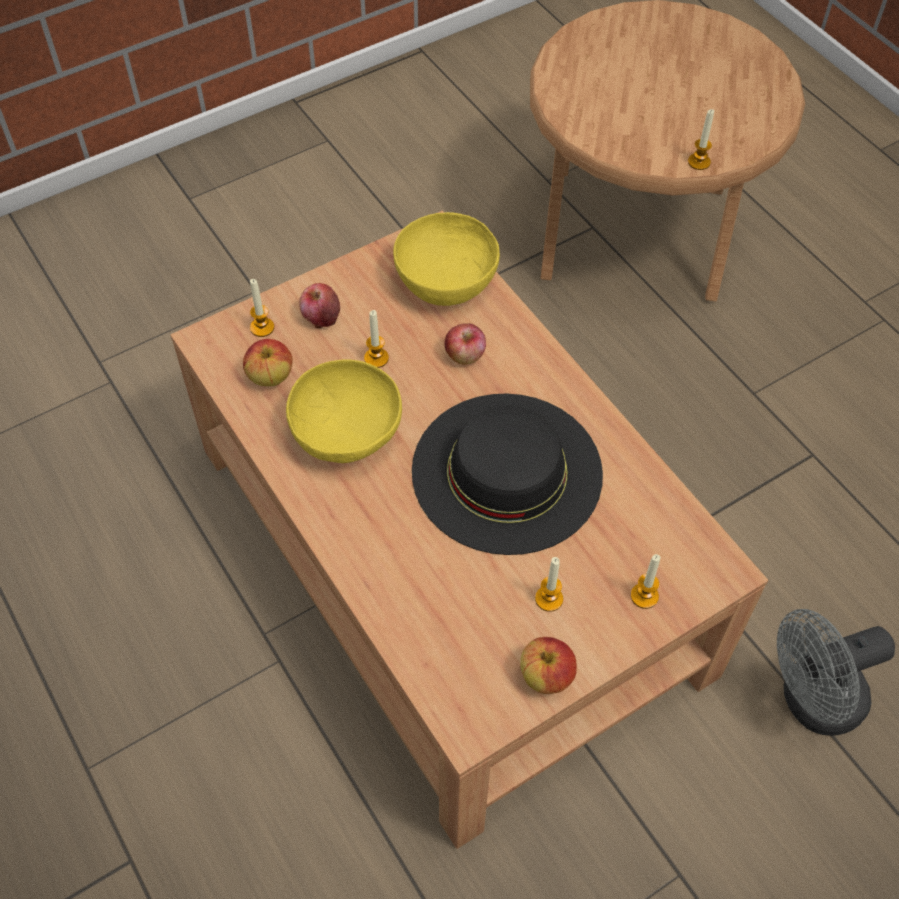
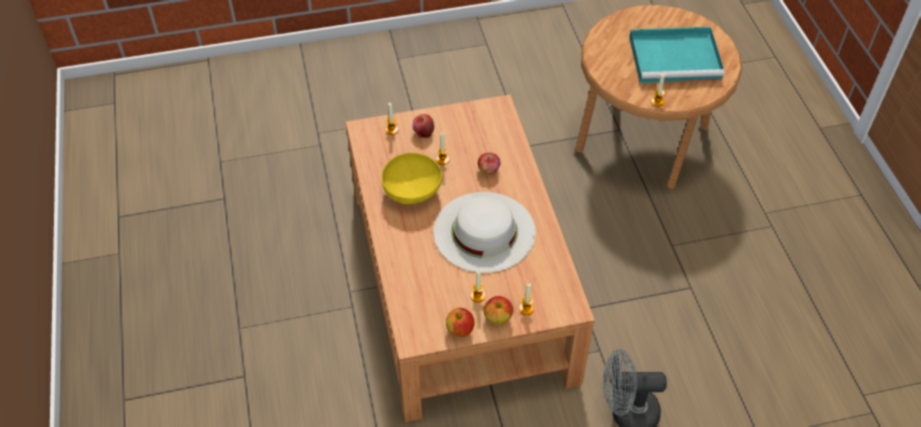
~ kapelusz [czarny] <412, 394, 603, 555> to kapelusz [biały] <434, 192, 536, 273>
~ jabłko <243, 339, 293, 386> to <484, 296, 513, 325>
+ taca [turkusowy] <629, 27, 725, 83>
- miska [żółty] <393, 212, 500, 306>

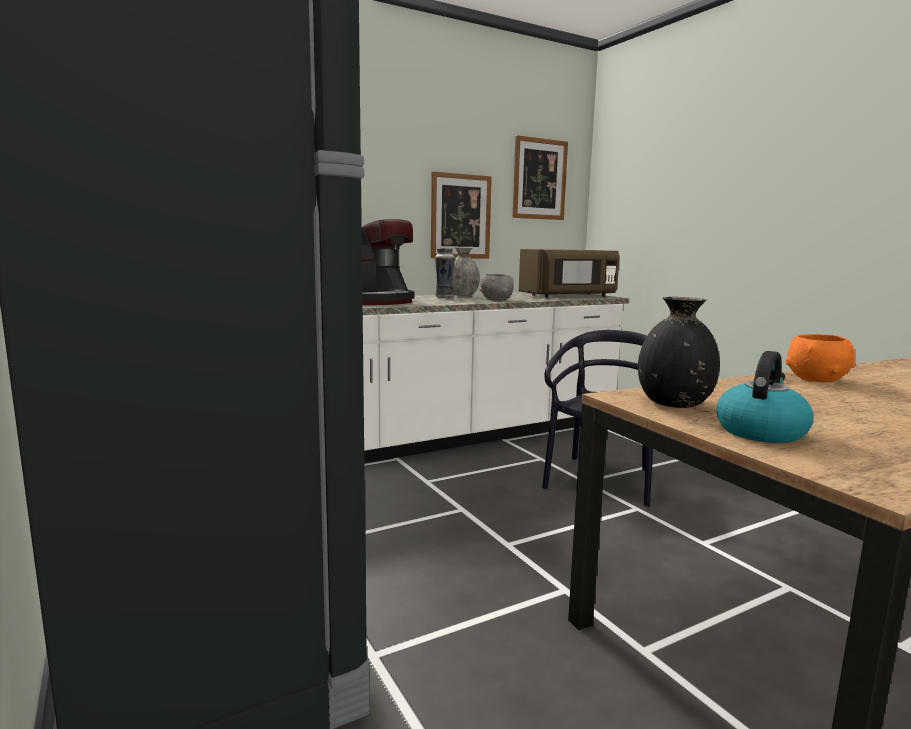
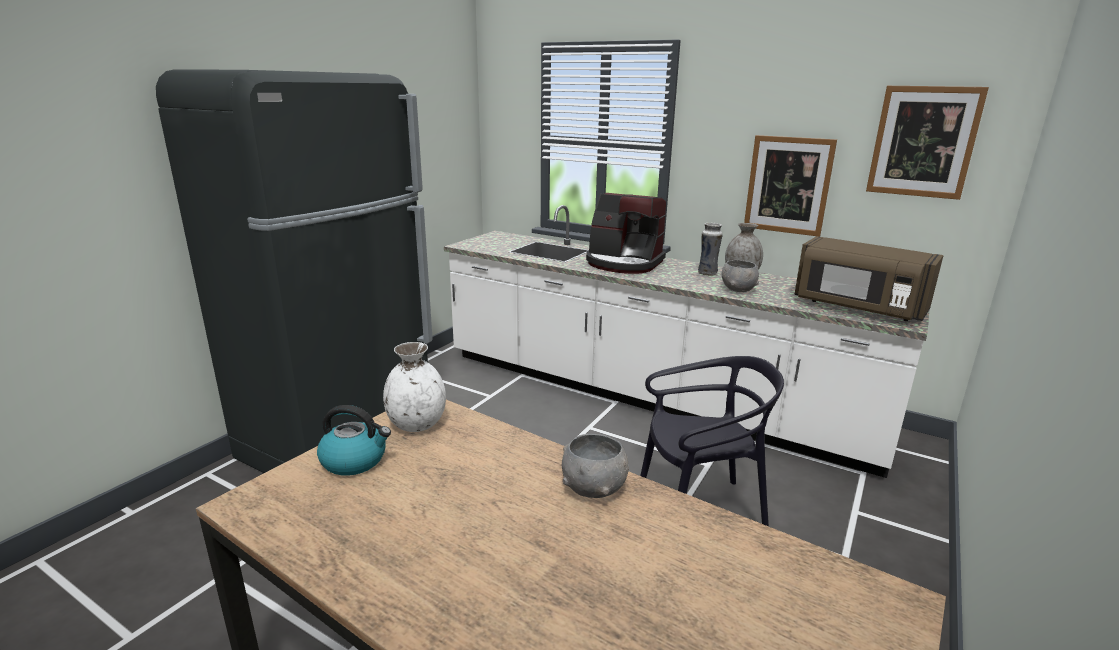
~ wazon [czarny] <638, 297, 720, 408> to wazon [biały] <383, 342, 446, 432>
~ miska [pomarańczowy] <785, 334, 855, 382> to miska [szary] <562, 434, 629, 498>

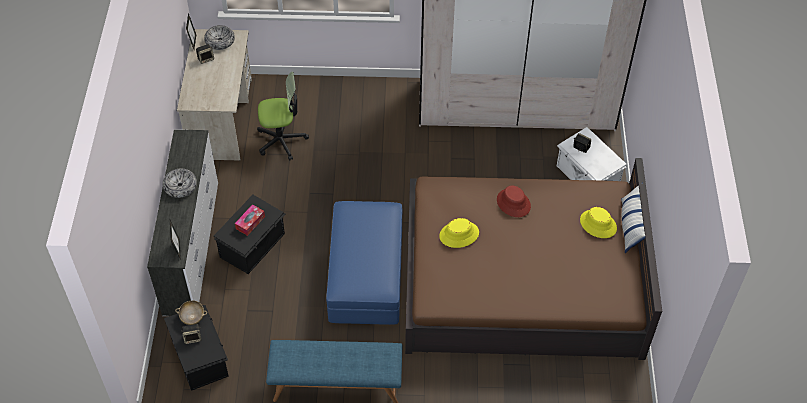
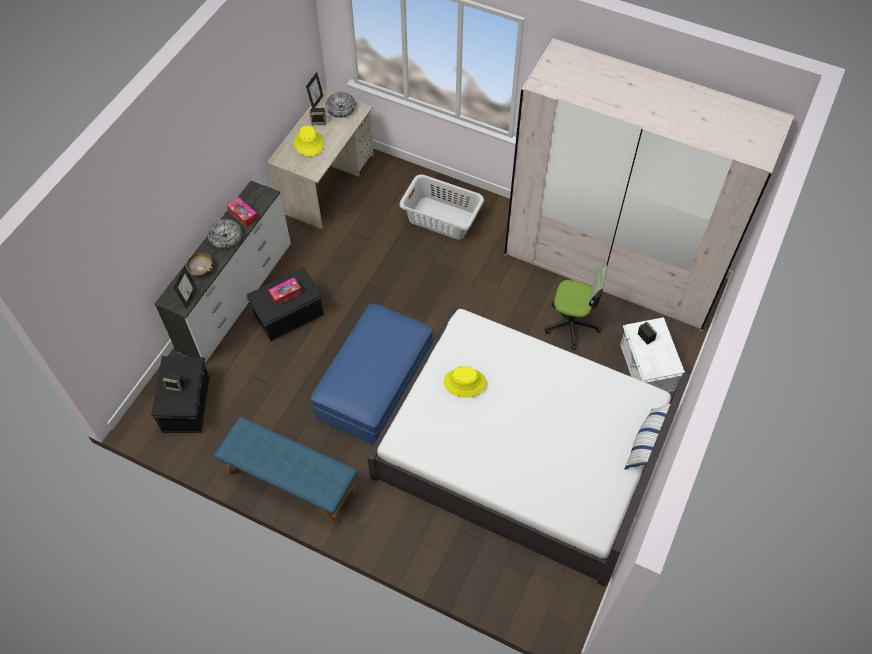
~ miska [beżowy] <175, 301, 207, 325> to <186, 253, 213, 276>
+ pudełko chusteczek <227, 197, 258, 228>
~ kapelusz [żółty] <580, 207, 617, 238> to <294, 126, 324, 156>
~ łóżko [brązowy] <405, 158, 662, 360> to łóżko [biały] <367, 306, 690, 586>
+ kosz na pranie [szary] <399, 175, 484, 240>
~ krzesło biurowe <257, 72, 309, 161> to <545, 265, 608, 350>
- kapelusz [czerwony] <497, 186, 531, 217>

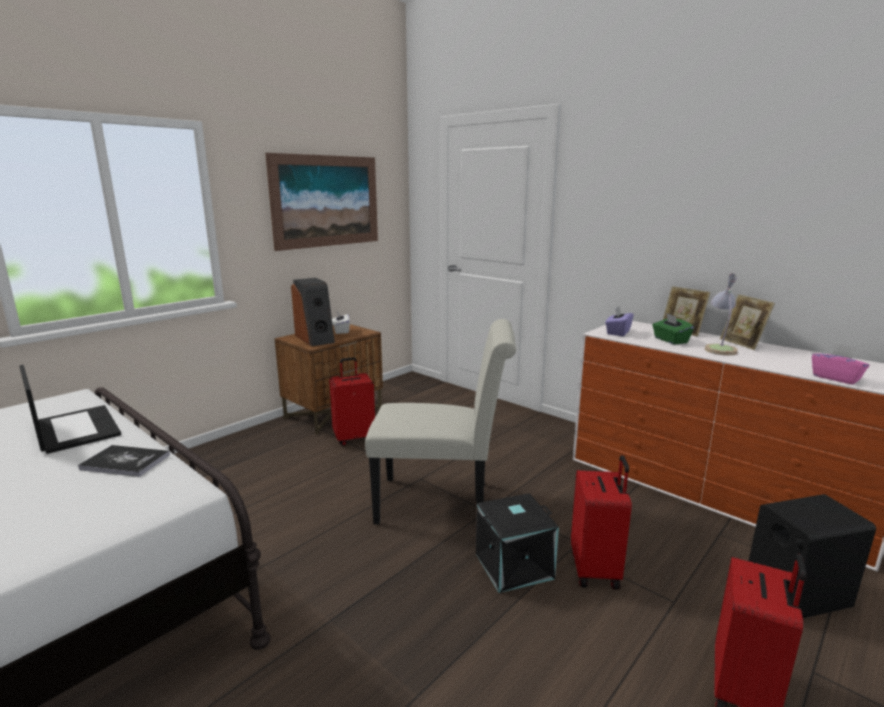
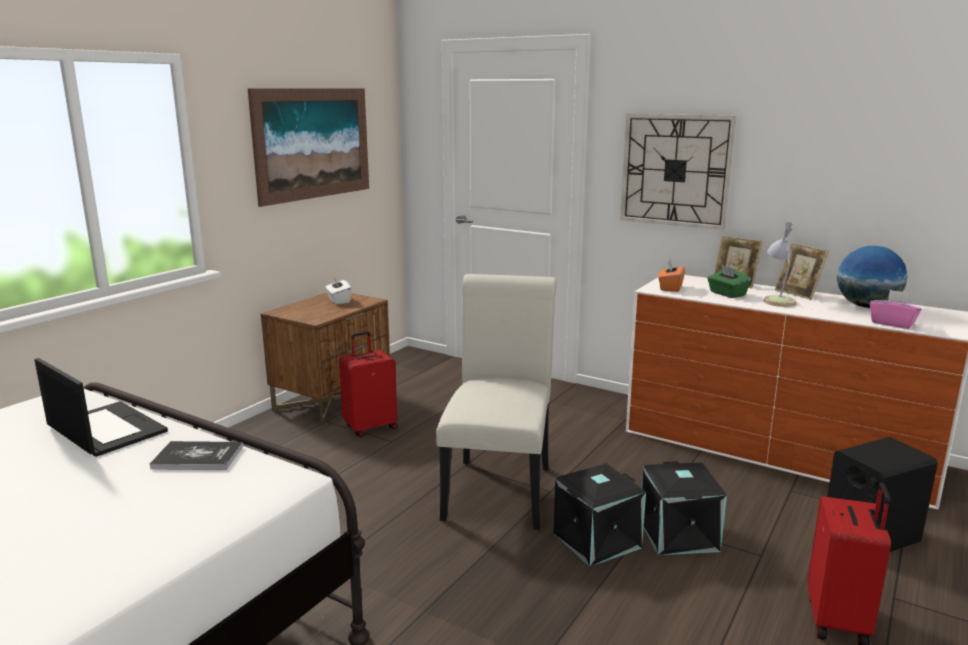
~ krzesło [biały] <365, 319, 516, 525> = <436, 274, 556, 530> 75 degrees counterclockwise
+ zegar ścienny <620, 114, 736, 230>
~ walizka [czerwony] <571, 455, 632, 590> to pojemnik do przechowywania [czarny] <642, 461, 727, 555>
~ pudełko chusteczek [fioletowy] <605, 306, 634, 336> to pudełko chusteczek [pomarańczowy] <658, 259, 685, 292>
+ globus <837, 246, 908, 308>
- głośnik <291, 278, 335, 346>

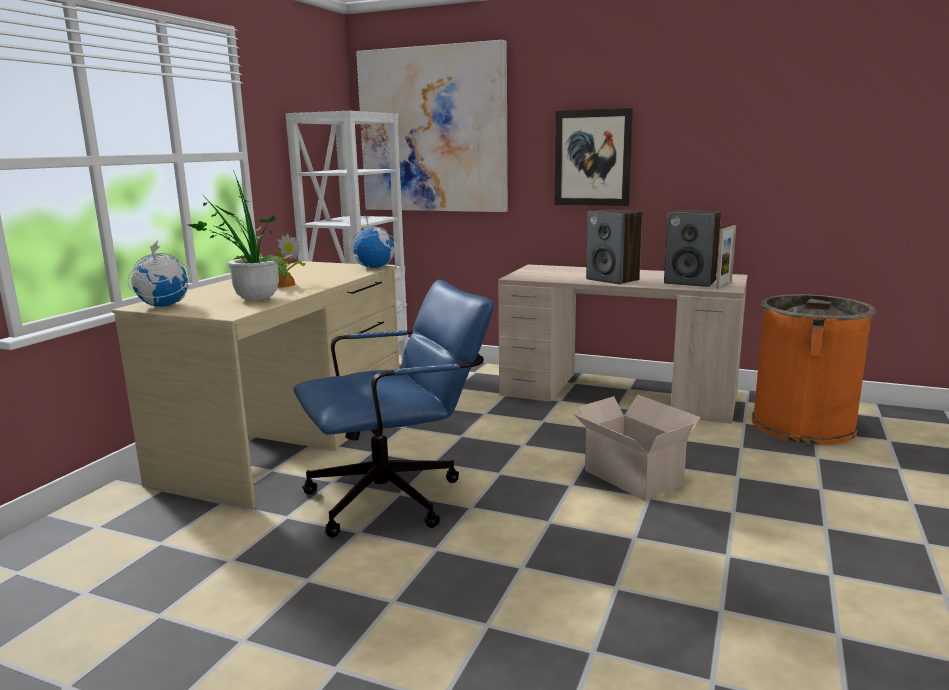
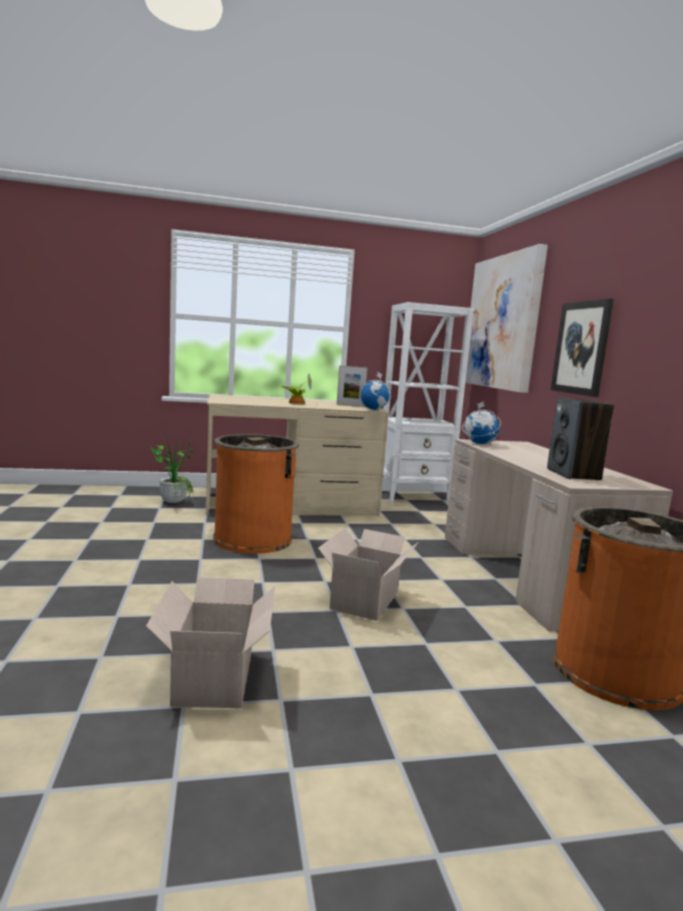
+ karton <146, 577, 276, 708>
~ roślina doniczkowa <188, 170, 290, 300> to <150, 431, 194, 503>
~ krzesło biurowe [niebieski] <293, 280, 494, 538> to kosz na śmieci [pomarańczowy] <213, 434, 299, 554>
~ ramka na zdjęcie <716, 225, 736, 289> to <337, 365, 368, 407>
~ globus <127, 240, 191, 307> to <462, 401, 501, 444>
- głośnik <586, 209, 642, 285>

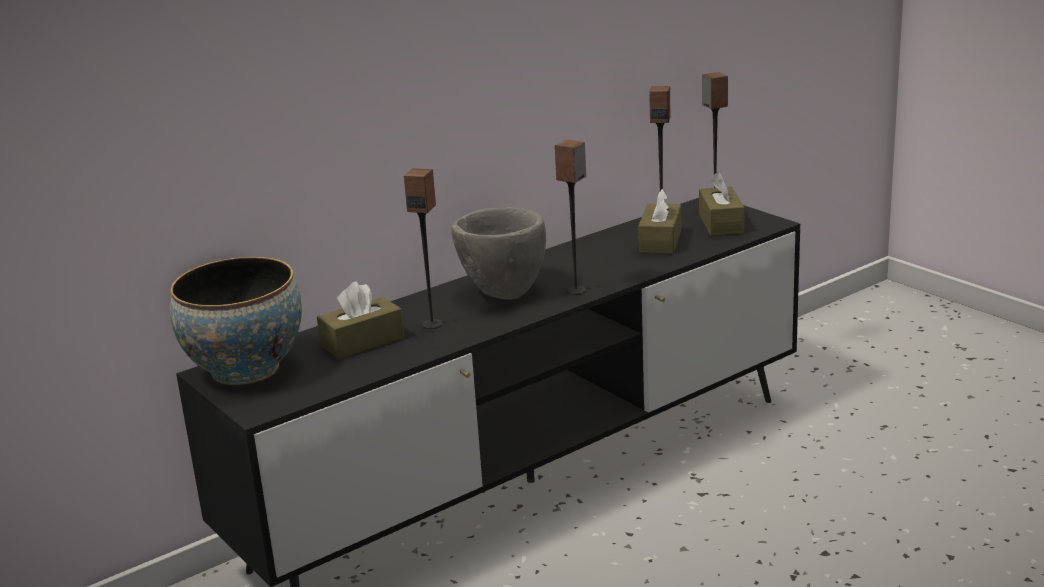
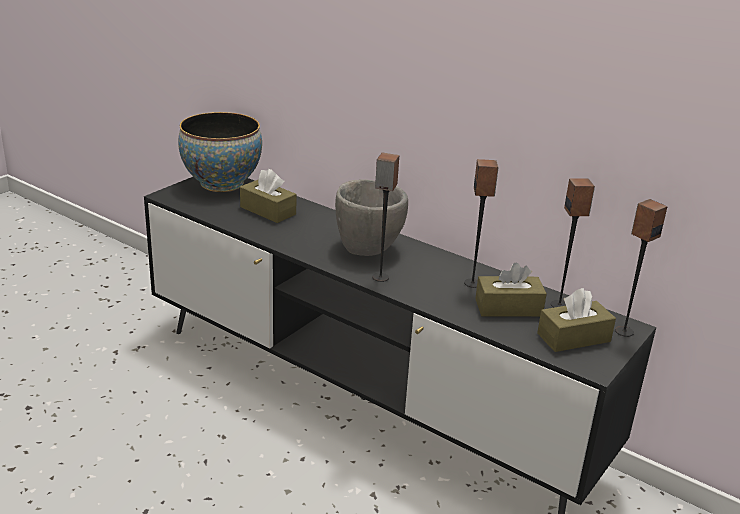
~ głośnik <404, 168, 443, 329> to <464, 159, 499, 288>

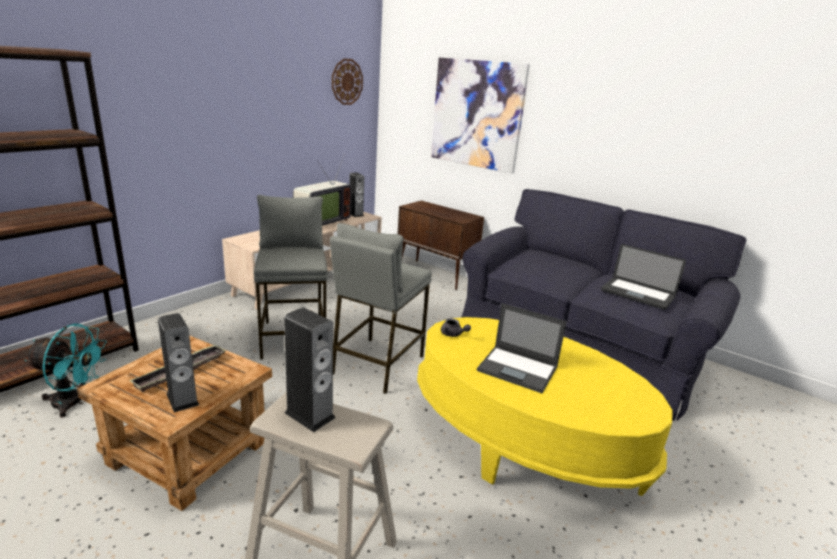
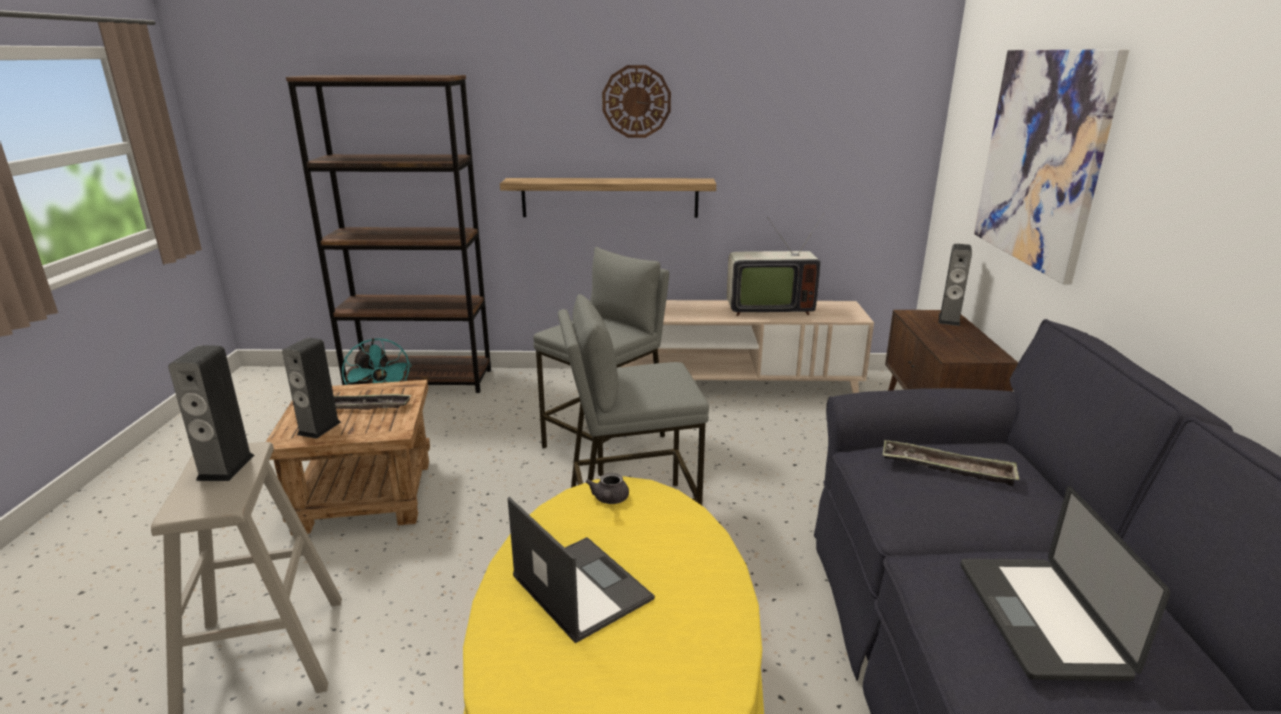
+ półka <500, 178, 716, 218>
~ laptop <477, 303, 567, 393> = <508, 497, 655, 643> 150 degrees clockwise
~ zegar ścienny <332, 59, 363, 105> to <602, 65, 671, 138>
+ taca <883, 440, 1019, 486>
~ głośnik <349, 173, 364, 217> to <939, 244, 972, 326>

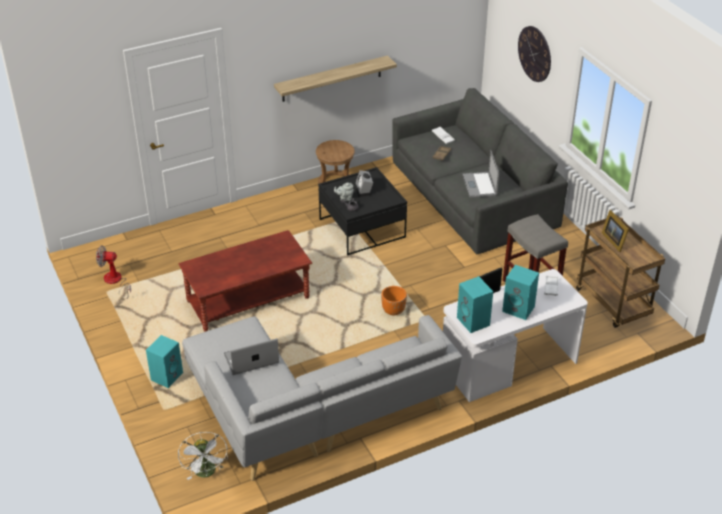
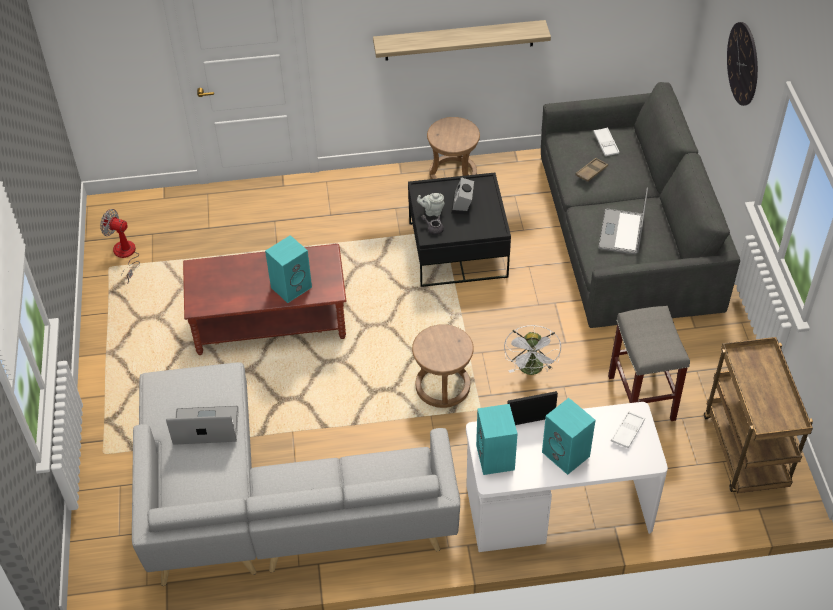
~ głośnik [turkusowy] <146, 335, 183, 388> to <265, 235, 312, 303>
~ donica [pomarańczowy] <381, 286, 407, 315> to stołek [brązowy] <412, 324, 474, 408>
~ wentylator [biały] <178, 432, 228, 480> to <504, 325, 561, 375>
- ramka na zdjęcie <602, 210, 629, 252>

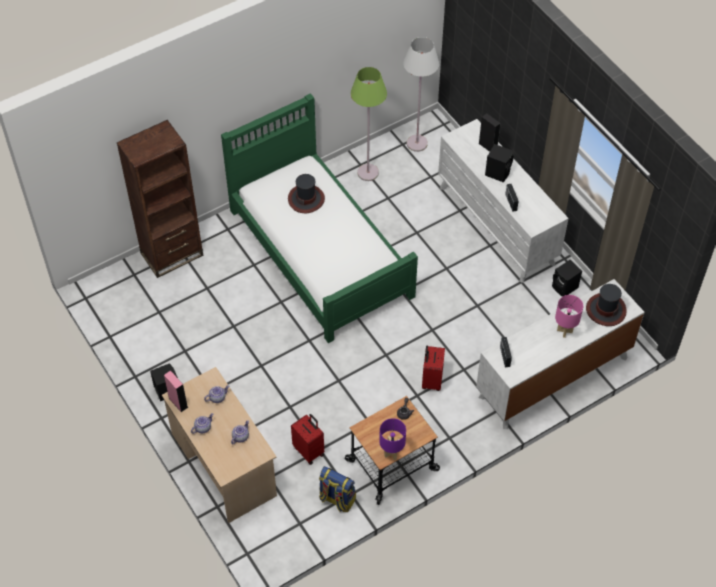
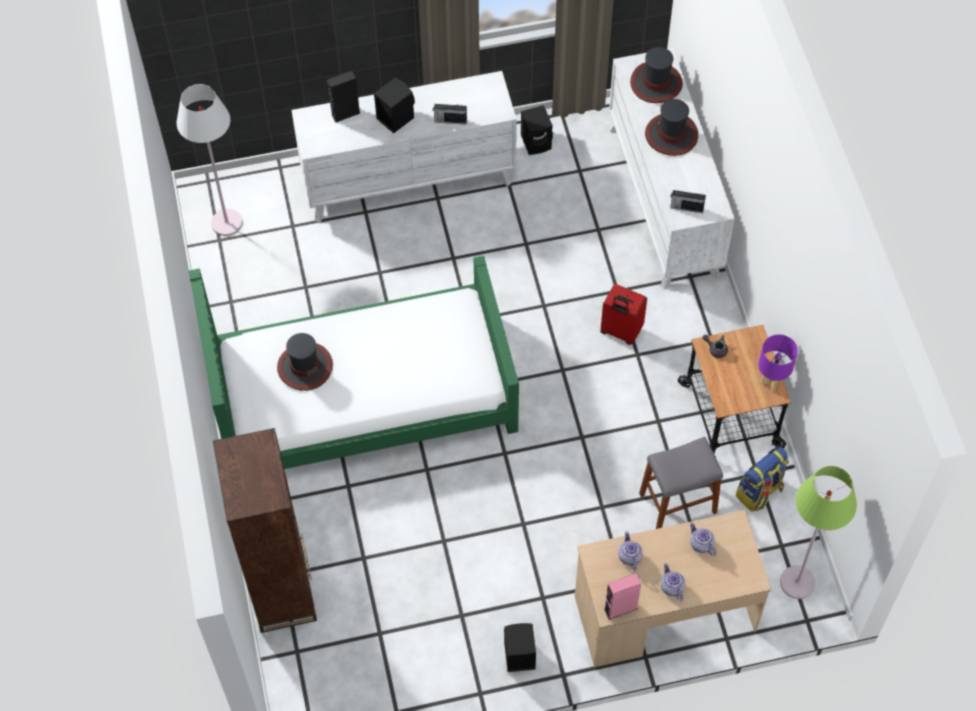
~ walizka [czerwony] <291, 414, 324, 465> to stołek [szary] <639, 437, 723, 529>
~ lampa stołowa [różowy] <555, 295, 583, 338> to kapelusz <645, 99, 698, 156>
~ lampa stojąca [zielony] <351, 67, 387, 181> to <780, 466, 857, 599>

